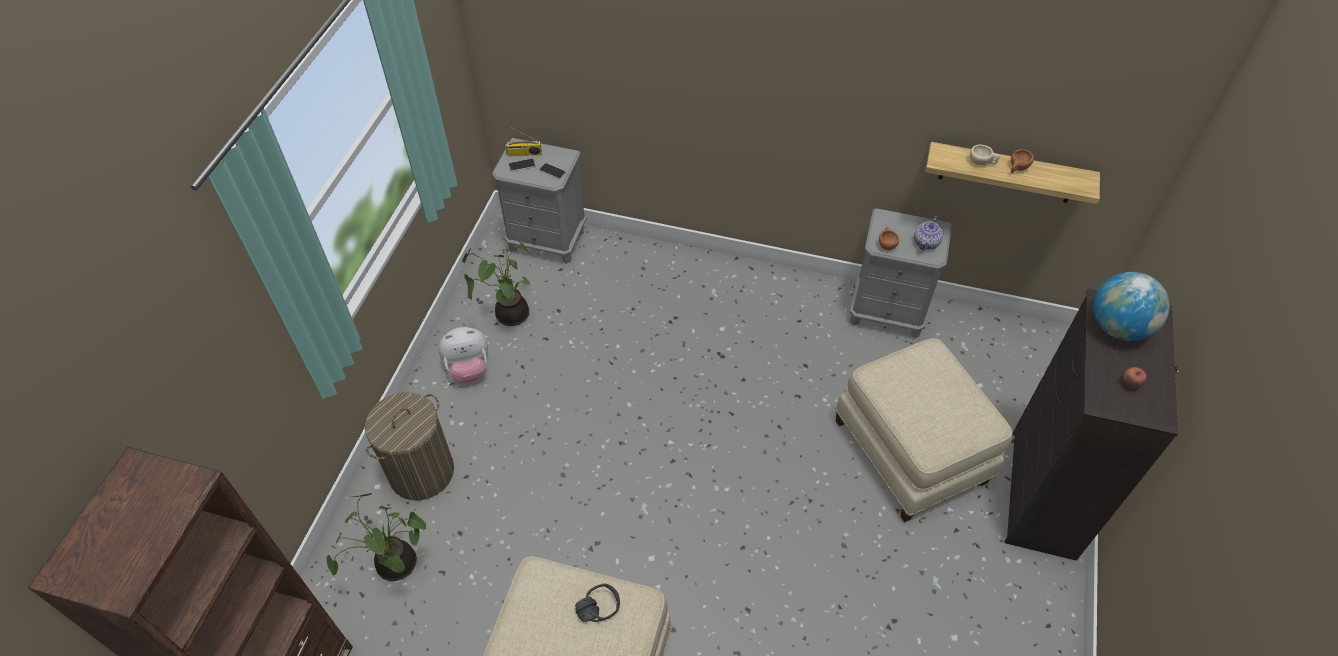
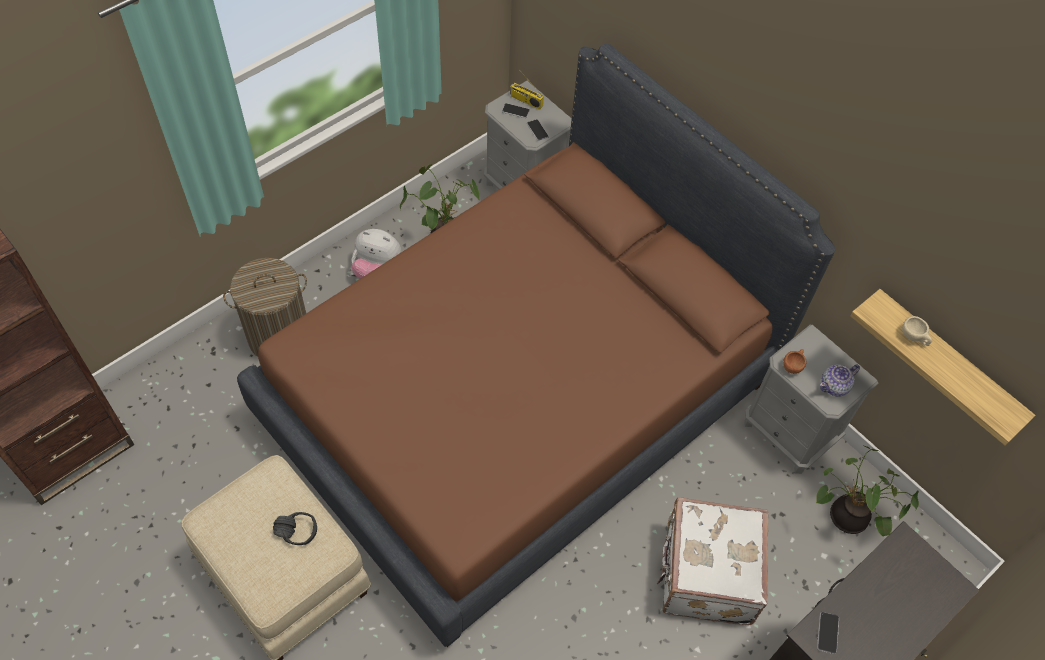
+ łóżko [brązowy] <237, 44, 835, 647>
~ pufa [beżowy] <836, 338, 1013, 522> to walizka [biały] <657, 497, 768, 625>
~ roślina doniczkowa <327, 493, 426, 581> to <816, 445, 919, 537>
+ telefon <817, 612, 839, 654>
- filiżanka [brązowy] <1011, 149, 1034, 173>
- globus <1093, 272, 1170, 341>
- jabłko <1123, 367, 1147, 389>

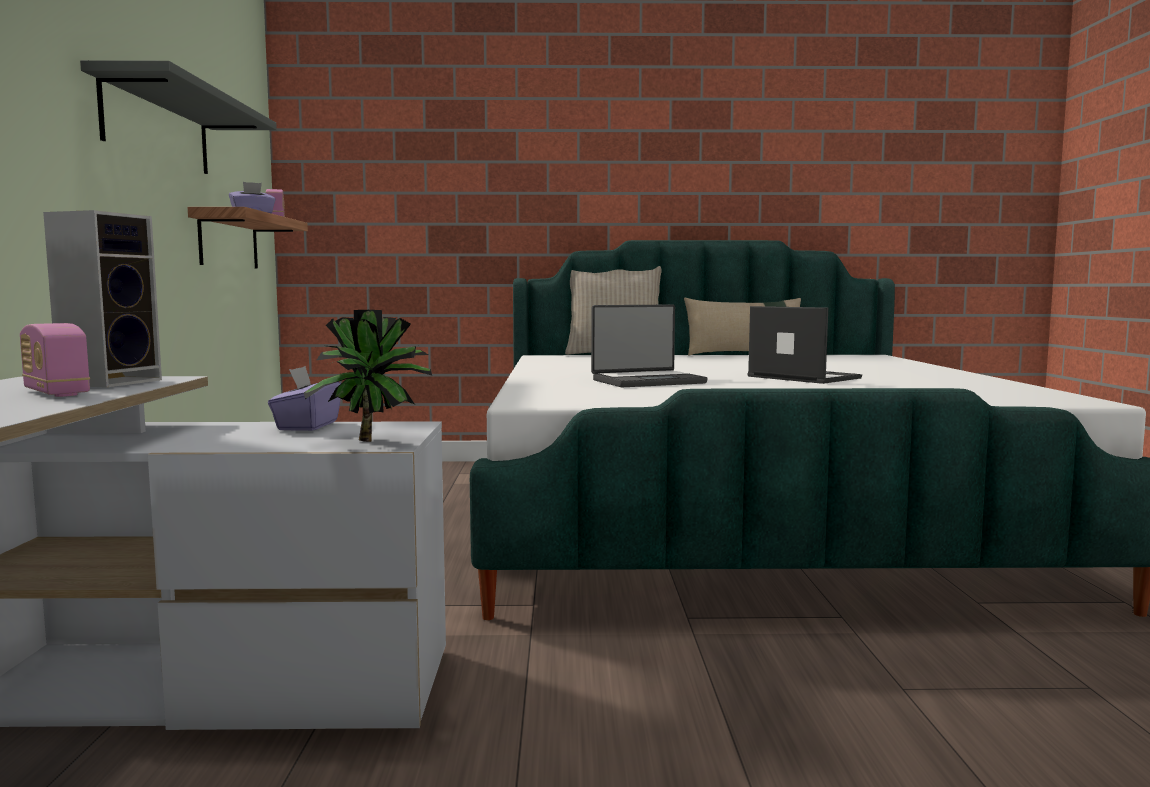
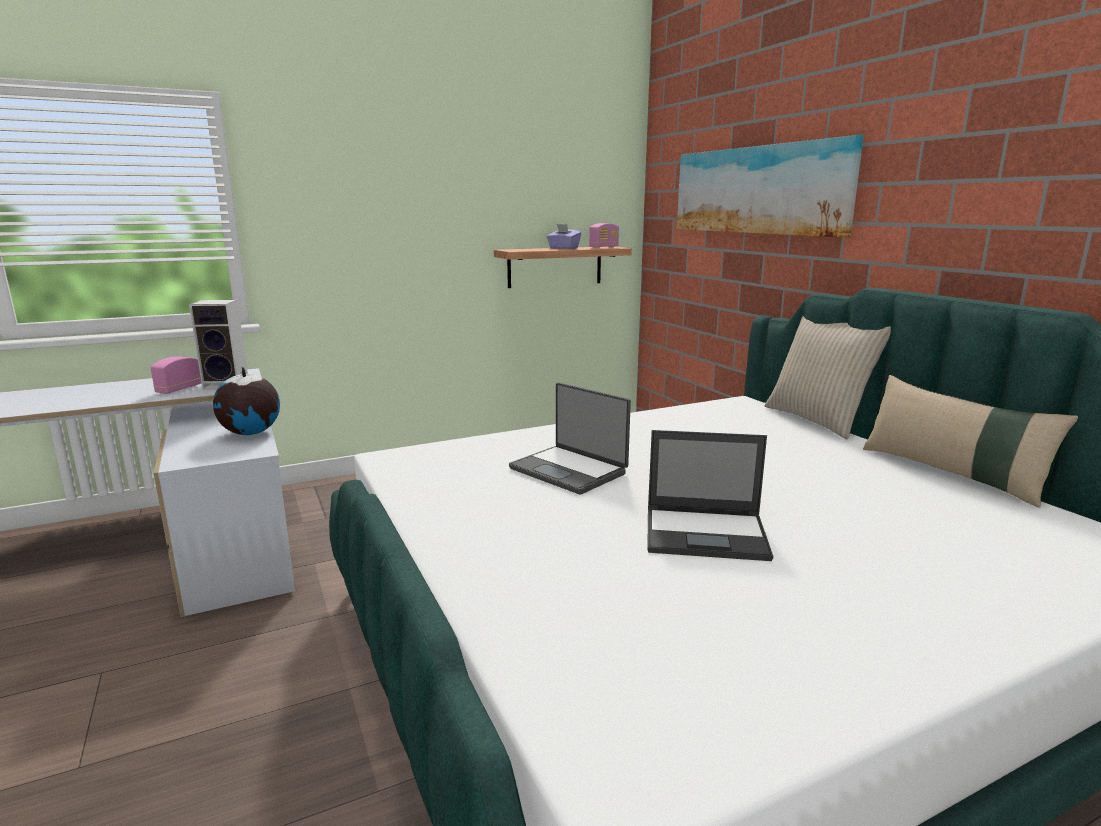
~ pudełko chusteczek [fioletowy] <268, 366, 341, 431> to globus <213, 367, 280, 435>
~ laptop <747, 306, 862, 384> = <647, 430, 773, 561> 75 degrees clockwise
+ obraz <677, 135, 864, 238>
- półka [szary] <80, 60, 277, 174>
- roślina doniczkowa <304, 310, 432, 442>

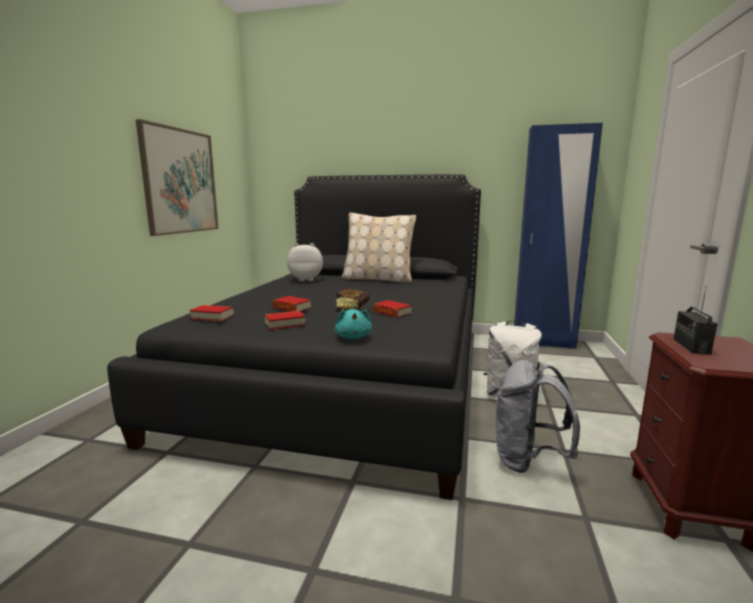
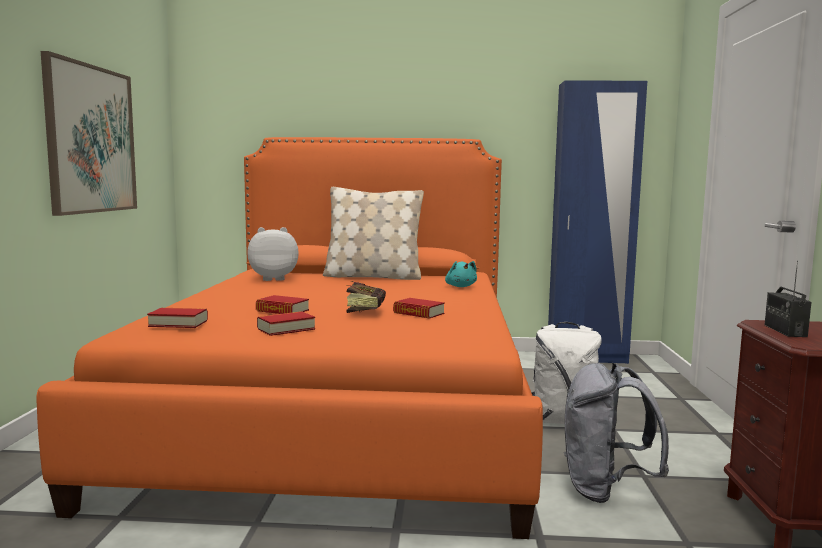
~ łóżko [czarny] <107, 174, 481, 500> to łóżko [pomarańczowy] <36, 137, 543, 539>
~ pluszak [turkusowy] <335, 309, 372, 339> to <445, 261, 477, 287>

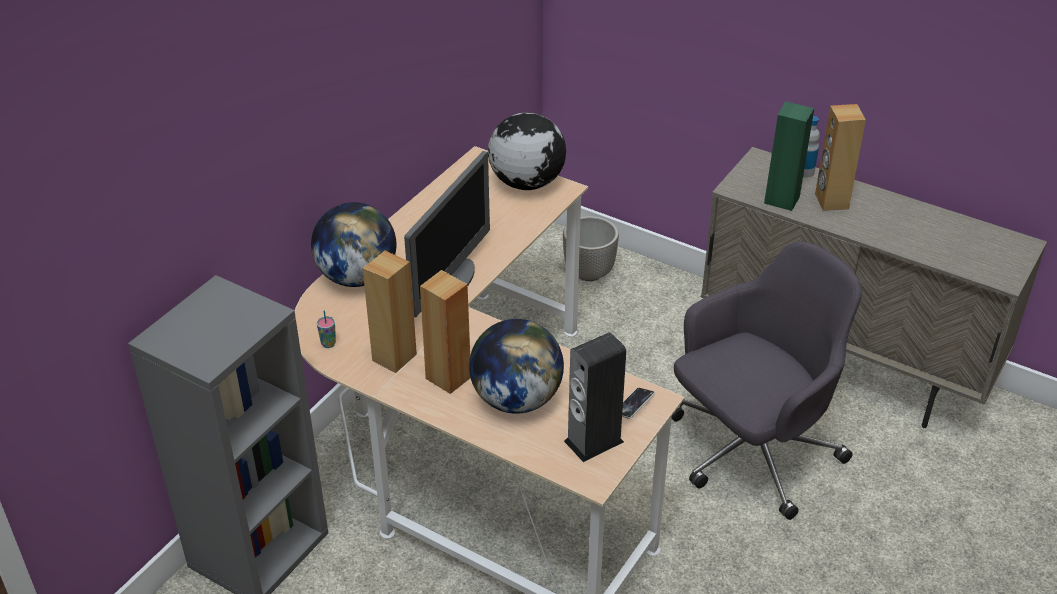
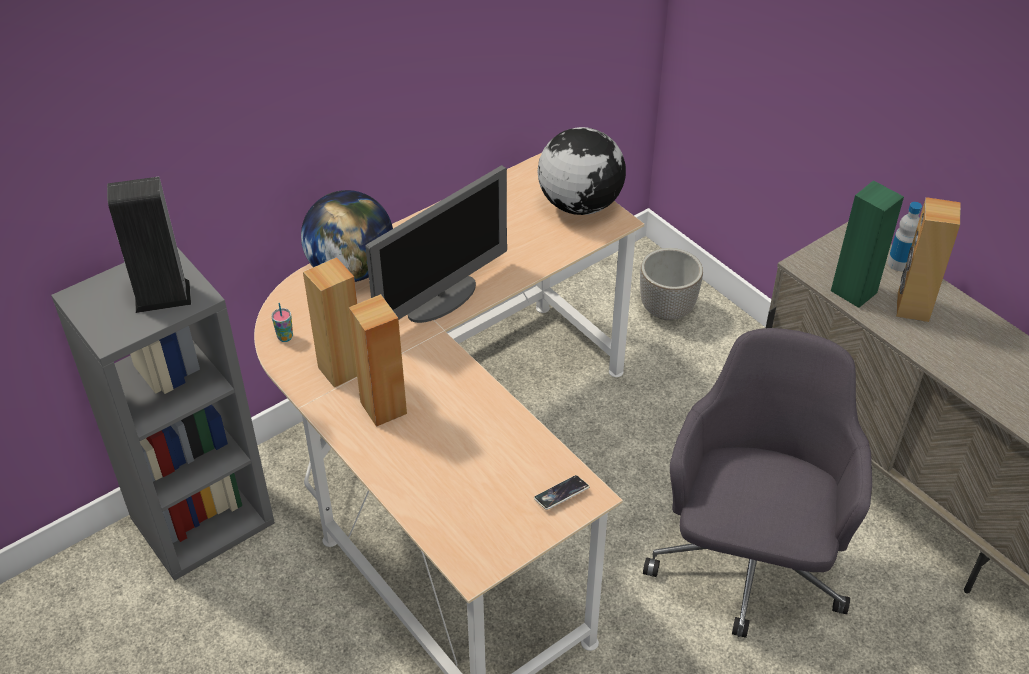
~ głośnik <564, 332, 626, 462> to <107, 177, 191, 313>
~ krzesło biurowe [szary] <672, 241, 862, 520> = <643, 328, 872, 638> 60 degrees counterclockwise
- globus <469, 319, 564, 414>

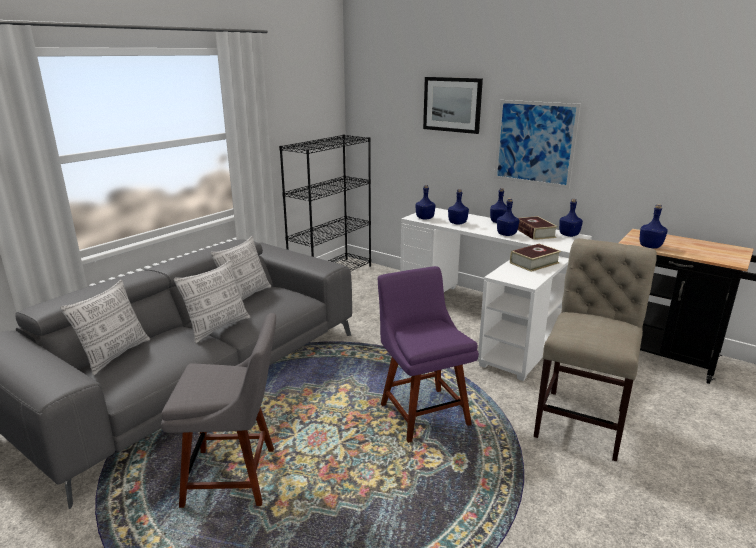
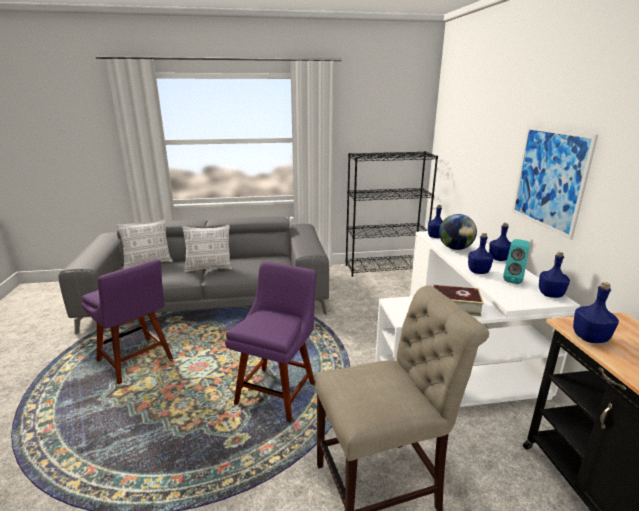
~ krzesło [szary] <161, 313, 276, 508> to krzesło [fioletowy] <82, 260, 173, 384>
~ butelka [niebieski] <448, 189, 469, 225> to globus <439, 214, 477, 250>
~ książka <518, 216, 558, 240> to głośnik [turkusowy] <503, 239, 530, 284>
- poduszka <210, 236, 271, 301>
- obraz <423, 77, 483, 134>

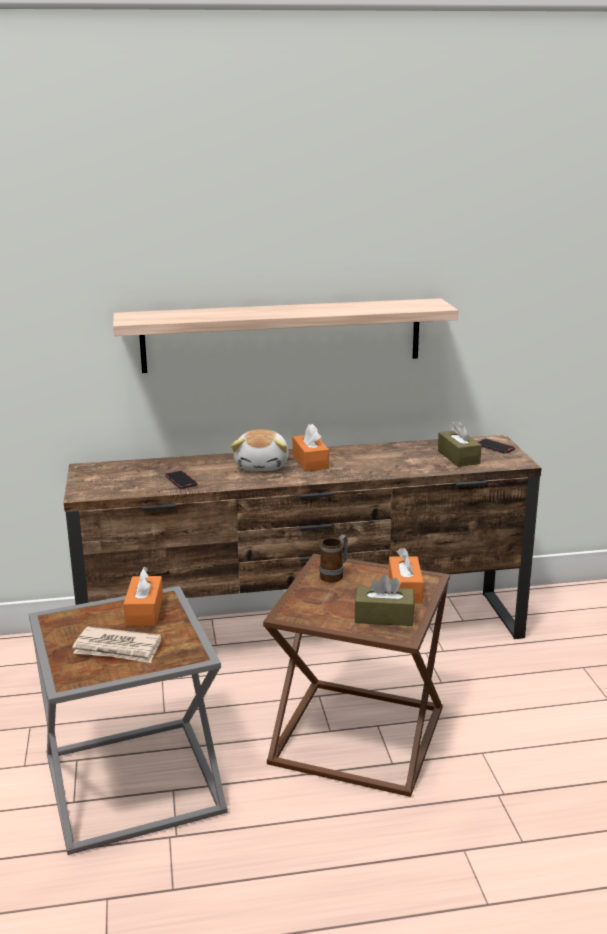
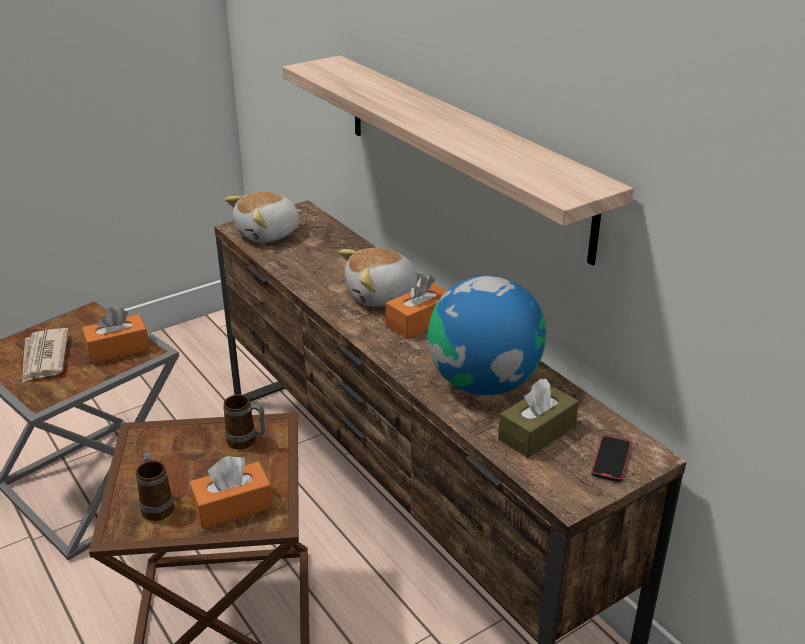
~ pudełko chusteczek [brązowy] <355, 574, 414, 626> to kubek <136, 452, 174, 521>
+ pluszak <225, 192, 302, 243>
+ globus <428, 276, 546, 395>
- telefon <165, 470, 198, 489>

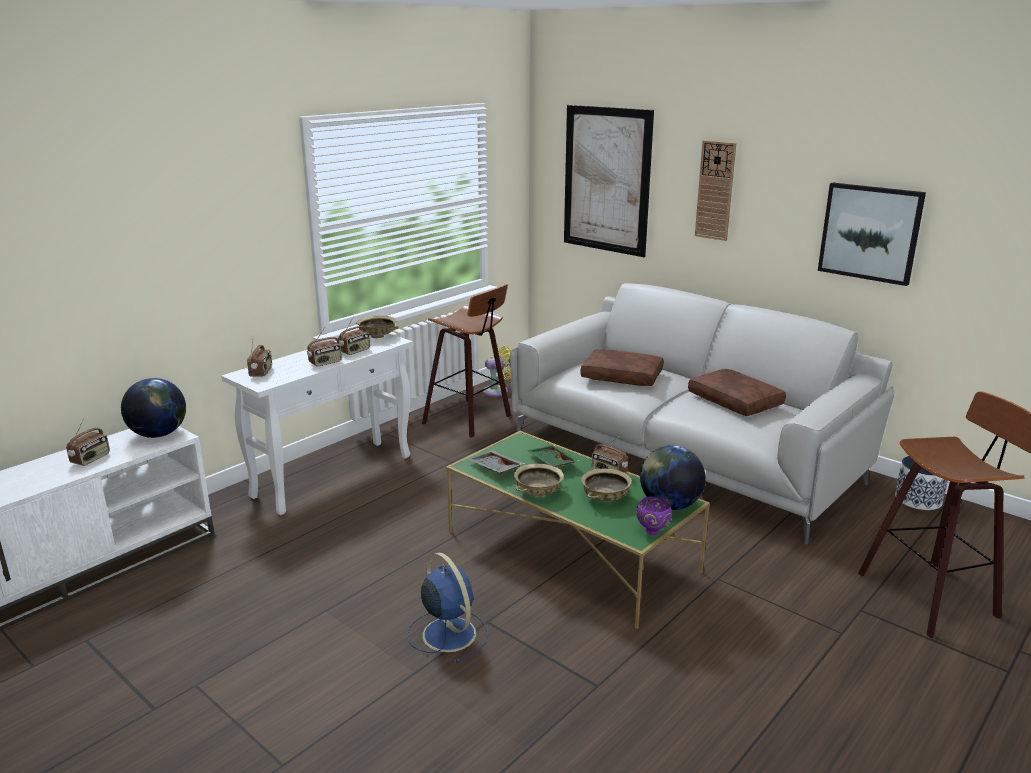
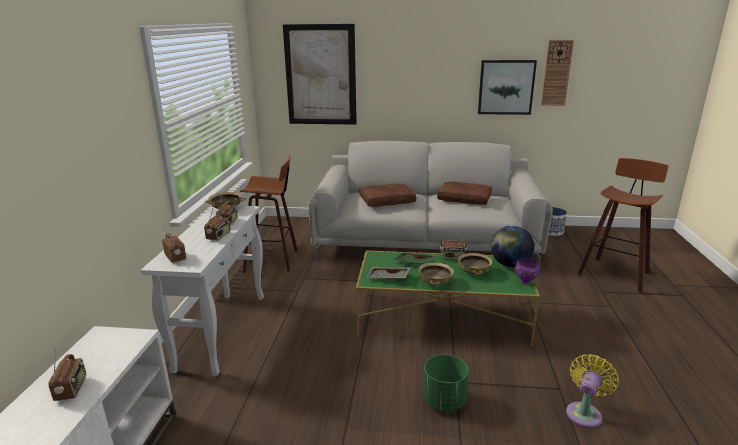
~ wentylator [niebieski] <407, 552, 489, 663> to donica [zielony] <423, 354, 469, 412>
~ zegar ścienny <695, 140, 736, 241> to <541, 40, 574, 106>
~ wentylator [żółty] <483, 346, 511, 397> to <566, 354, 619, 428>
- globus <121, 378, 186, 438>

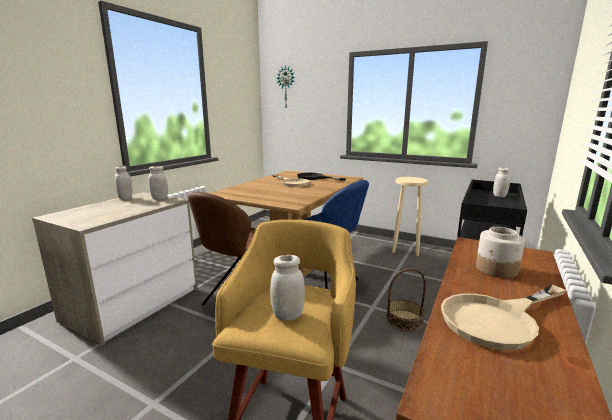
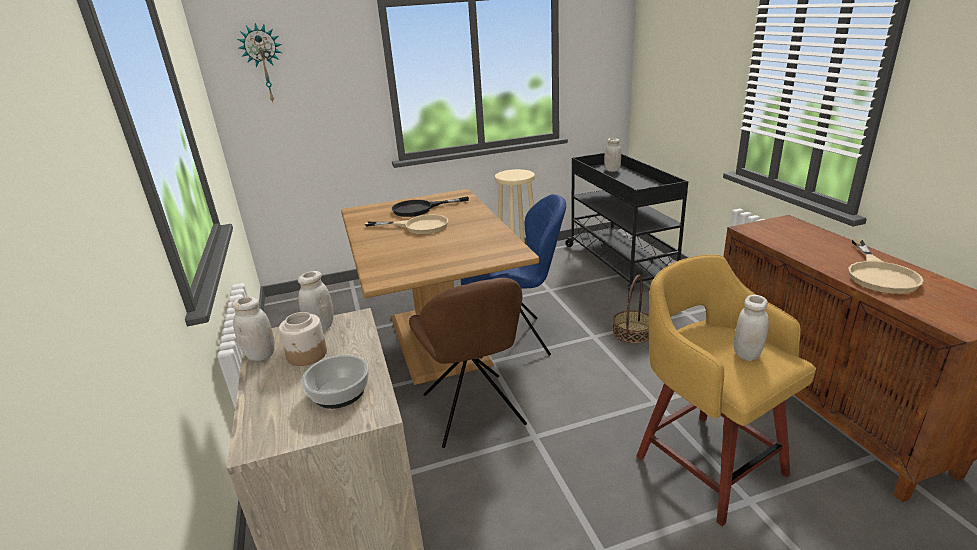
~ słoik <476, 227, 525, 278> to <279, 312, 327, 366>
+ miska <302, 355, 369, 409>

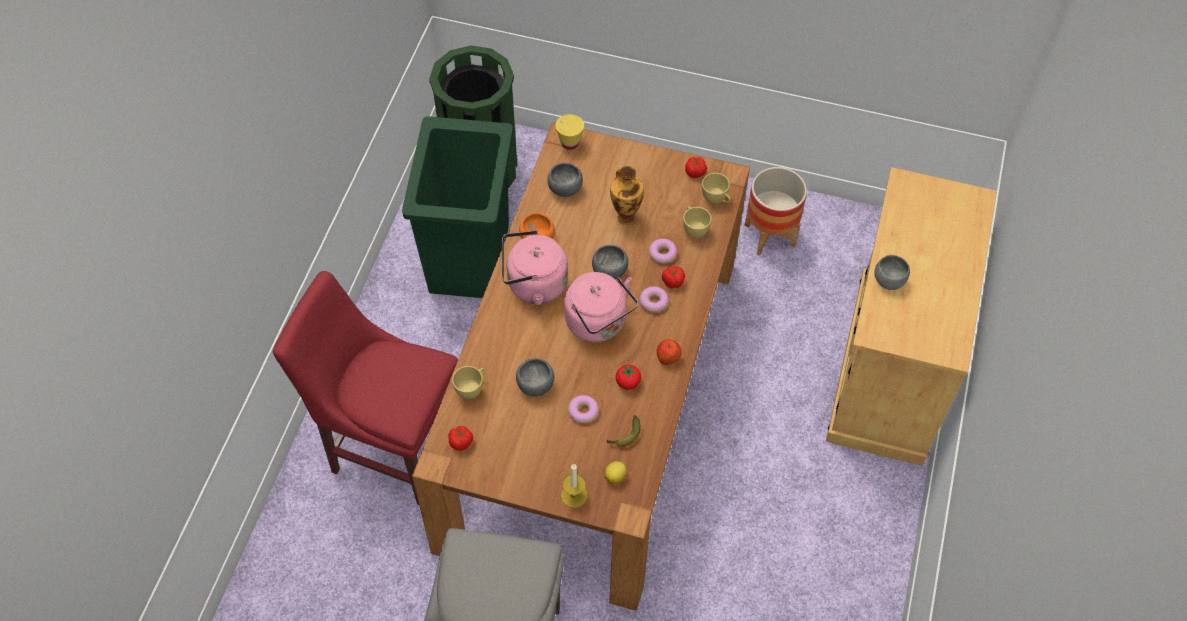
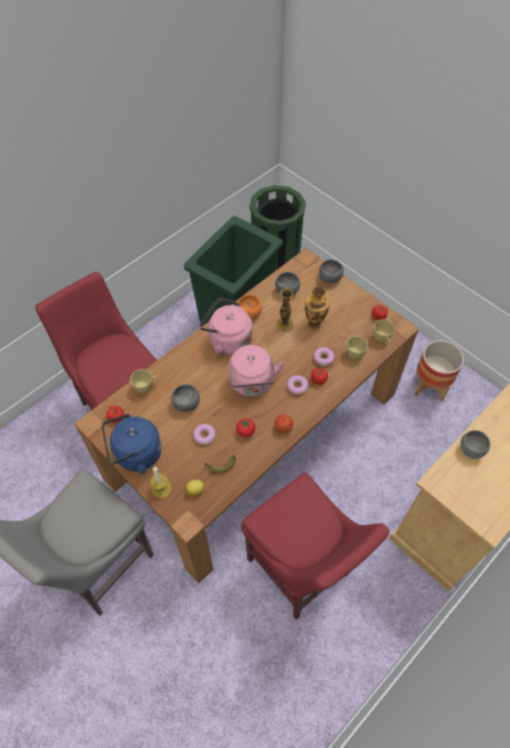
+ czajnik [niebieski] <102, 414, 162, 474>
+ krzesło [czerwony] <241, 473, 389, 620>
+ wazon <276, 288, 294, 332>
~ miska [szary] <592, 245, 628, 280> to <319, 260, 344, 283>
- filiżanka [żółty] <556, 114, 584, 150>

